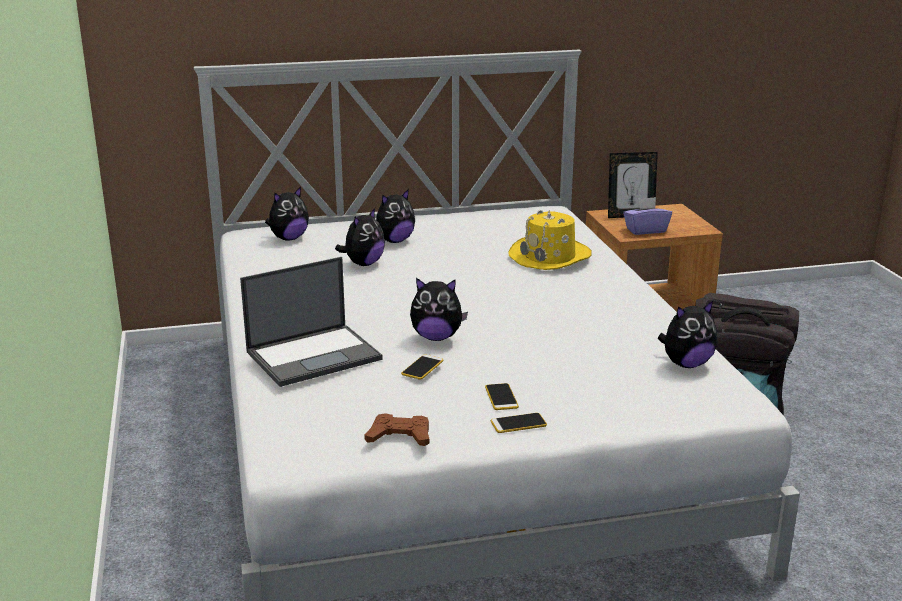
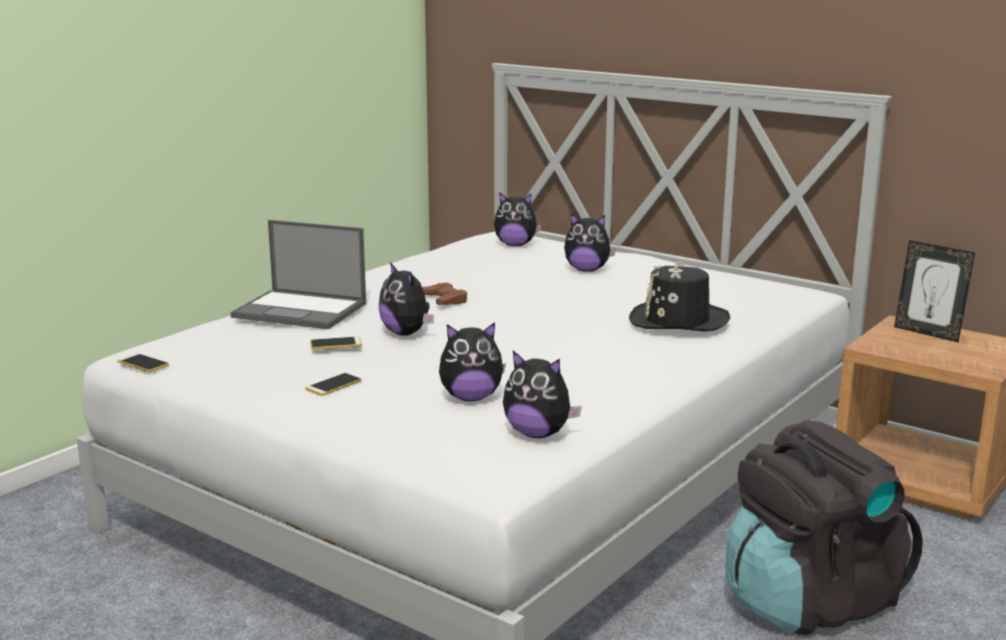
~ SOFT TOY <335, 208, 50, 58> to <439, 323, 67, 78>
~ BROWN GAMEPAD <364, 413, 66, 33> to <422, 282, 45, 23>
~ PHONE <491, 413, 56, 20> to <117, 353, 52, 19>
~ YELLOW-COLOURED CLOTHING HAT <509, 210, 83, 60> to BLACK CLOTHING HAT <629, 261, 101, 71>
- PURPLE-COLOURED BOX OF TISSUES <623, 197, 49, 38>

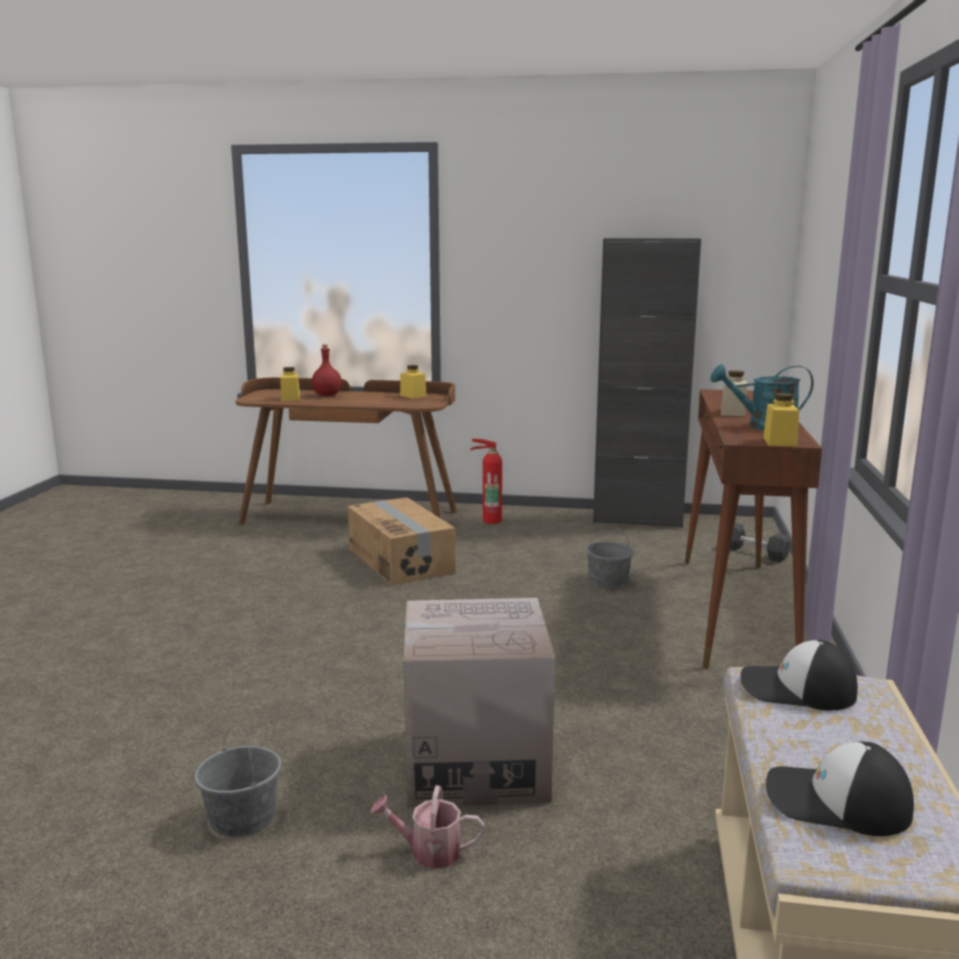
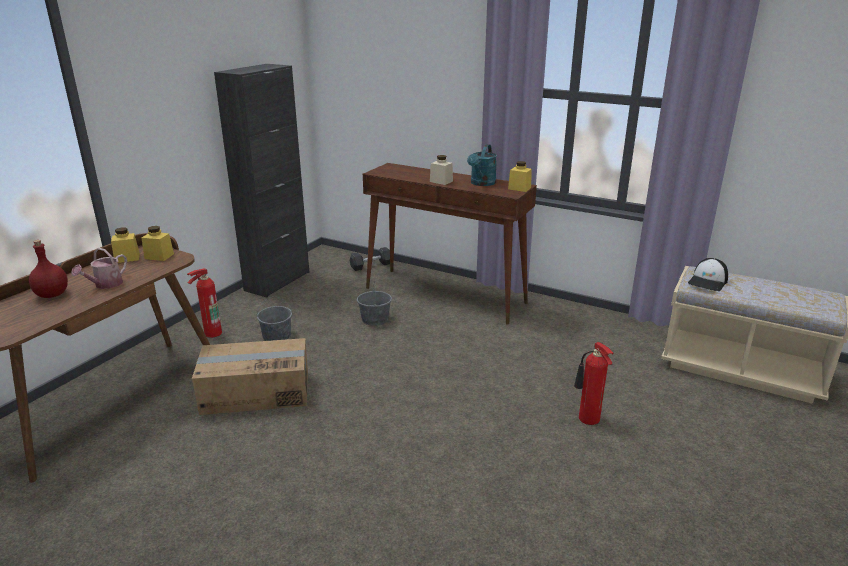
~ GRAY PAIL <194, 726, 87, 111> to <257, 296, 35, 45>
~ YELLOW-COLOURED PRESERVE JAR <280, 367, 20, 34> to <142, 226, 32, 35>
~ WATERING POT <371, 785, 113, 84> to <71, 248, 56, 41>
~ PACKING BOX <404, 598, 151, 210> to EXTINGUISHER <574, 342, 39, 83>
- PEAKED CAP <766, 742, 148, 94>

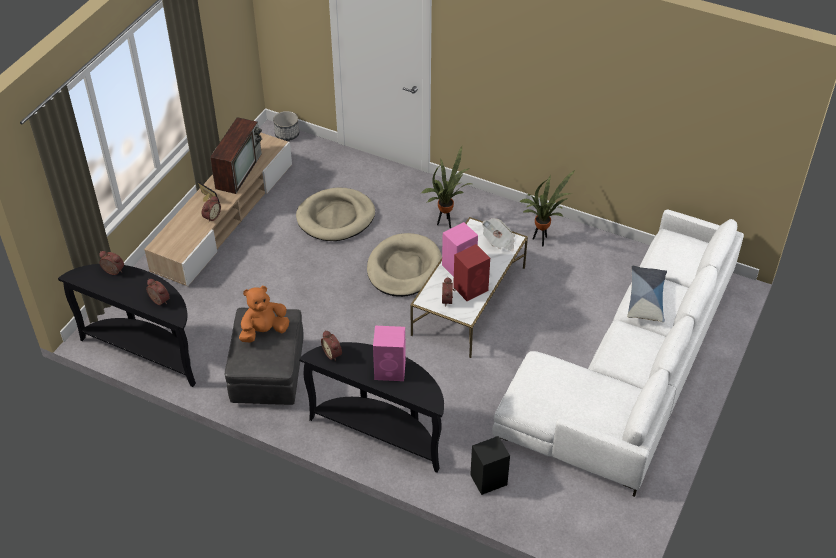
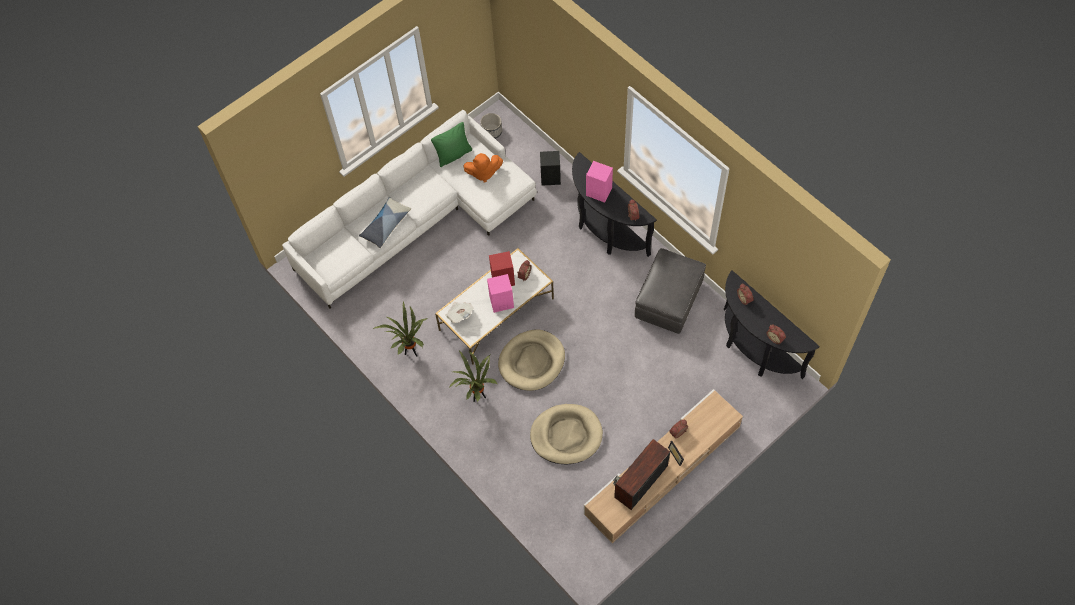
~ ORANGE-COLOURED SOFT TOY <239, 286, 50, 57> to <463, 153, 40, 30>
~ PLANTER <273, 111, 26, 30> to <480, 113, 22, 26>
+ GREENISH CUSHION <431, 122, 41, 45>

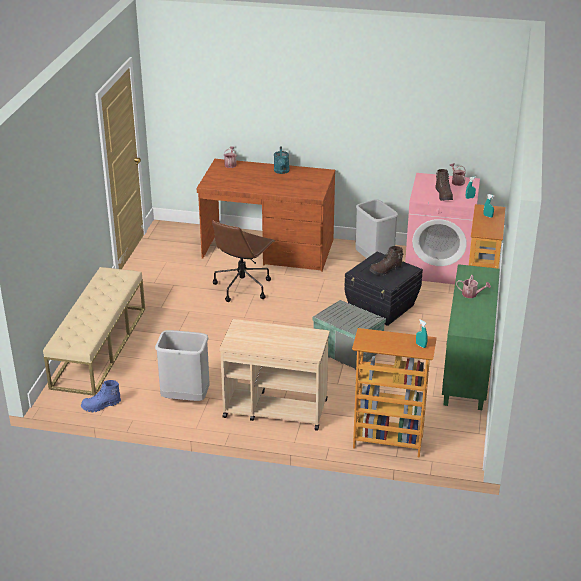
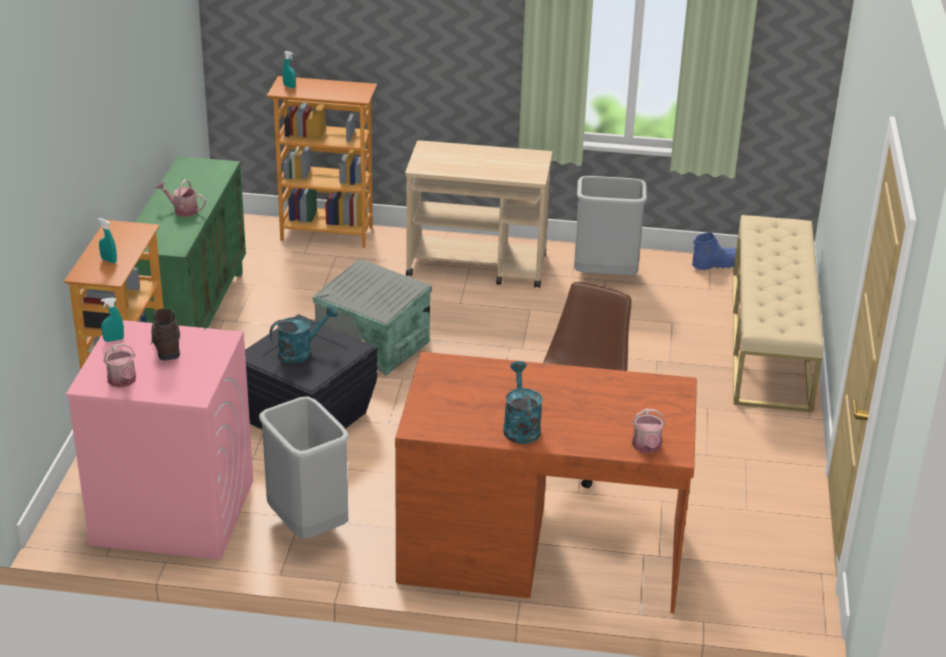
~ BROWN TALL BOOT <369, 246, 35, 30> to TURQUOISE WATERING POT <269, 305, 69, 58>

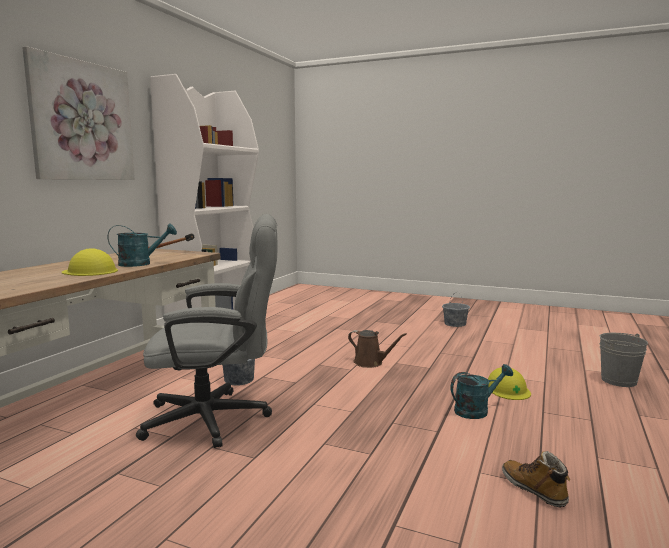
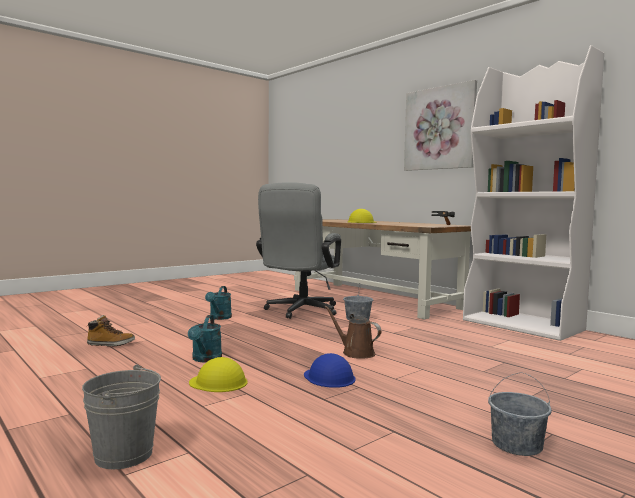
~ TURQUOISE WATERING POT <108, 224, 69, 43> to <205, 286, 27, 34>
~ BROWN WATERING POT <348, 330, 59, 38> = <325, 306, 56, 53> 75 degrees clockwise
+ BLUISH WORK HELMET <304, 353, 52, 35>

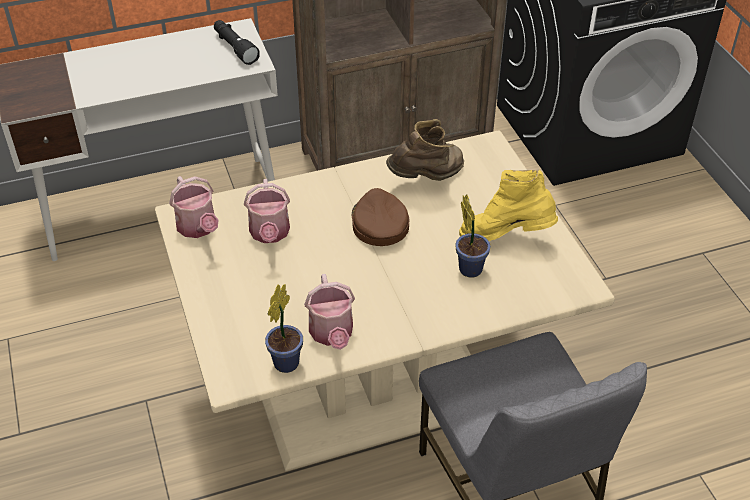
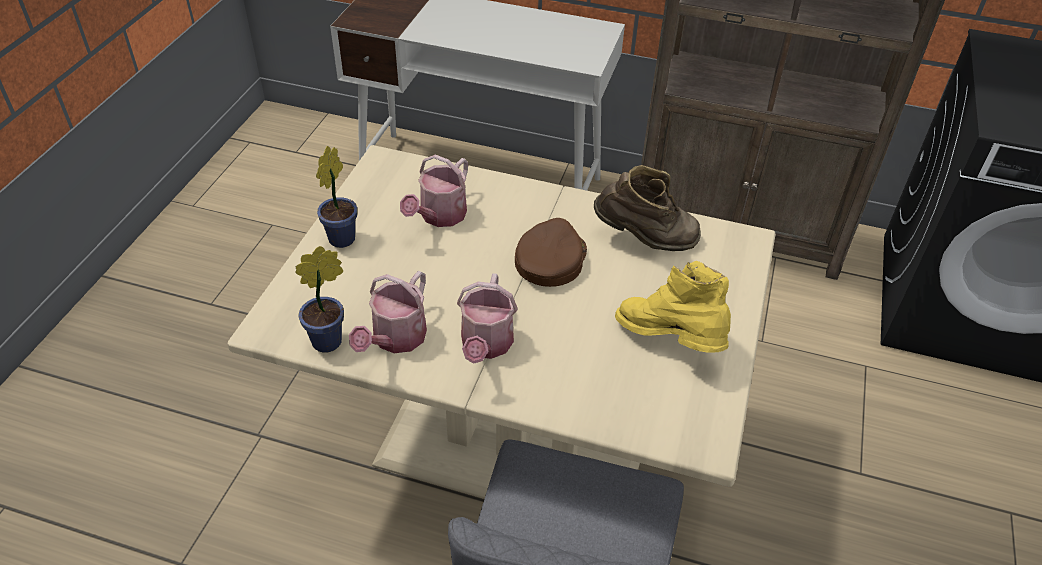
~ WATERING POT <169, 176, 50, 62> to <457, 273, 61, 91>
- BLACK FLASHLIGHT <214, 20, 46, 45>
~ HOUSEPLANT <455, 195, 36, 83> to <316, 146, 42, 102>

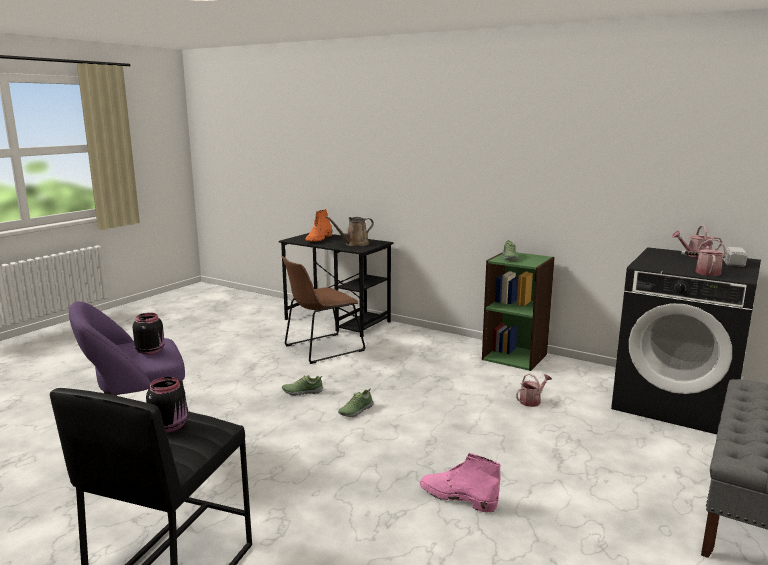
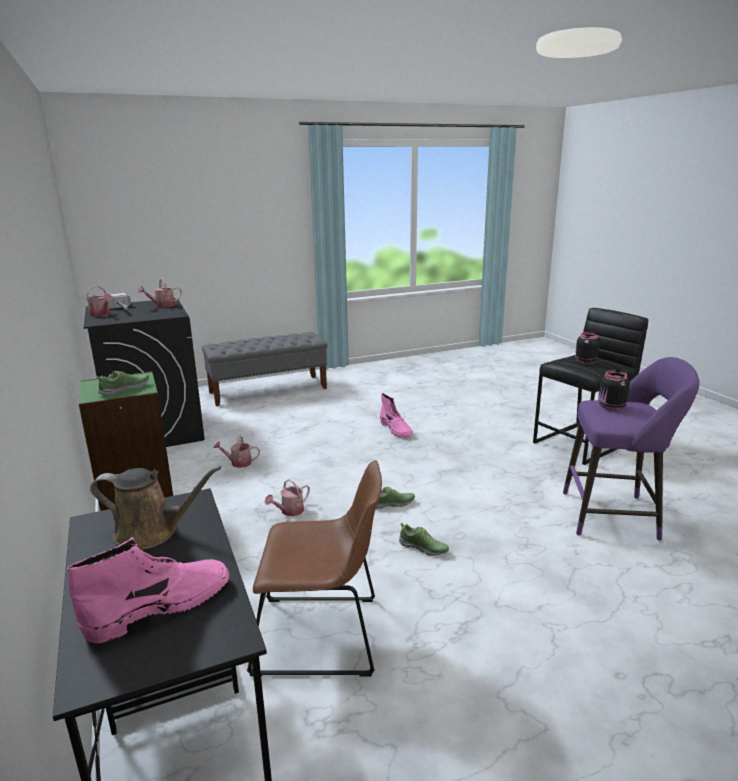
~ ORANGE-COLOURED TALL BOOT <306, 209, 26, 33> to PINK TALL BOOT <67, 537, 162, 106>
+ WATERING POT <265, 479, 45, 37>

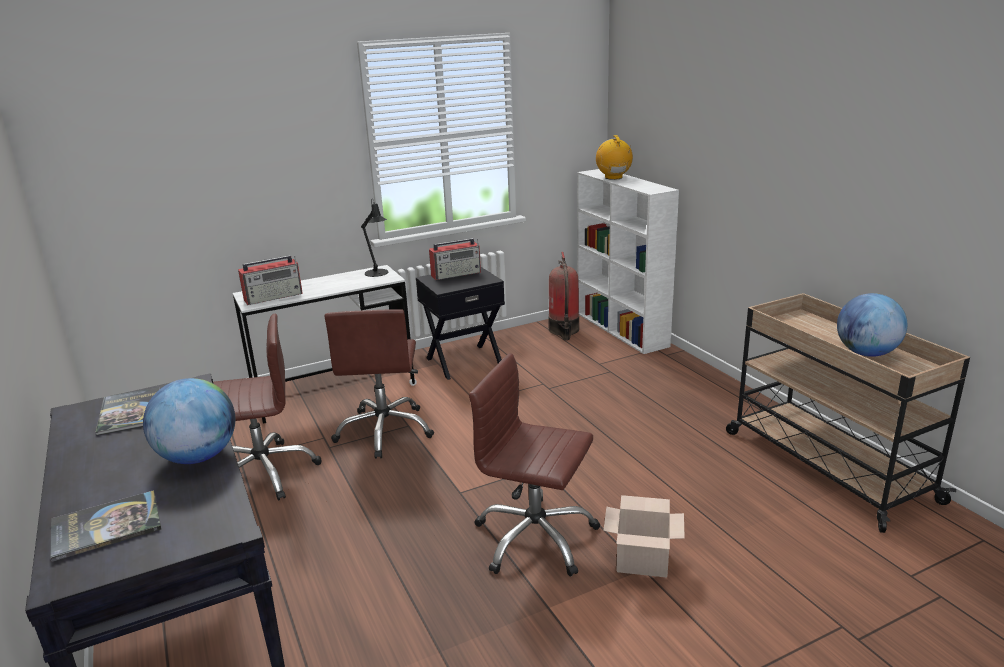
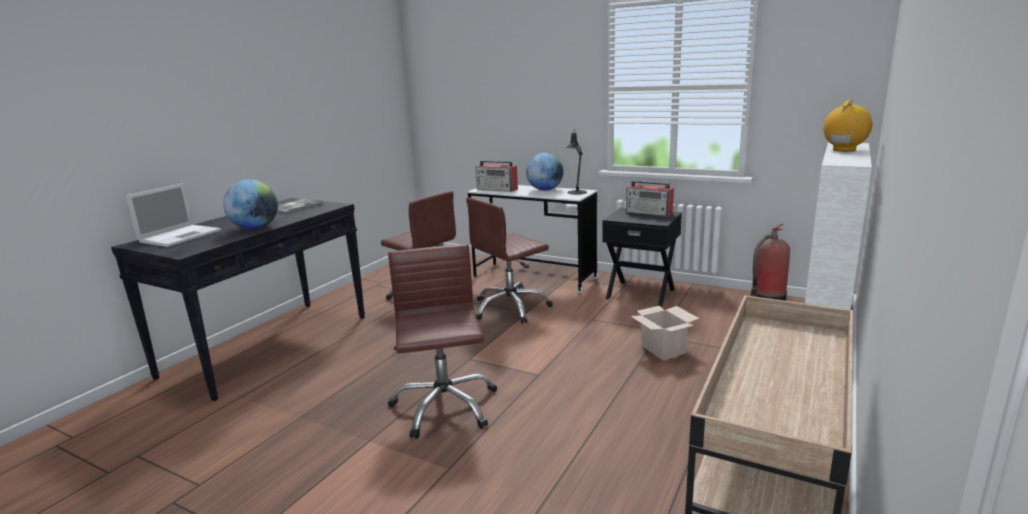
~ BOOK <51, 490, 111, 72> to LAPTOP <126, 183, 95, 64>
~ PACKING BOX <603, 495, 82, 83> to <631, 306, 68, 54>
~ GLOBE <837, 293, 70, 64> to <526, 153, 37, 38>

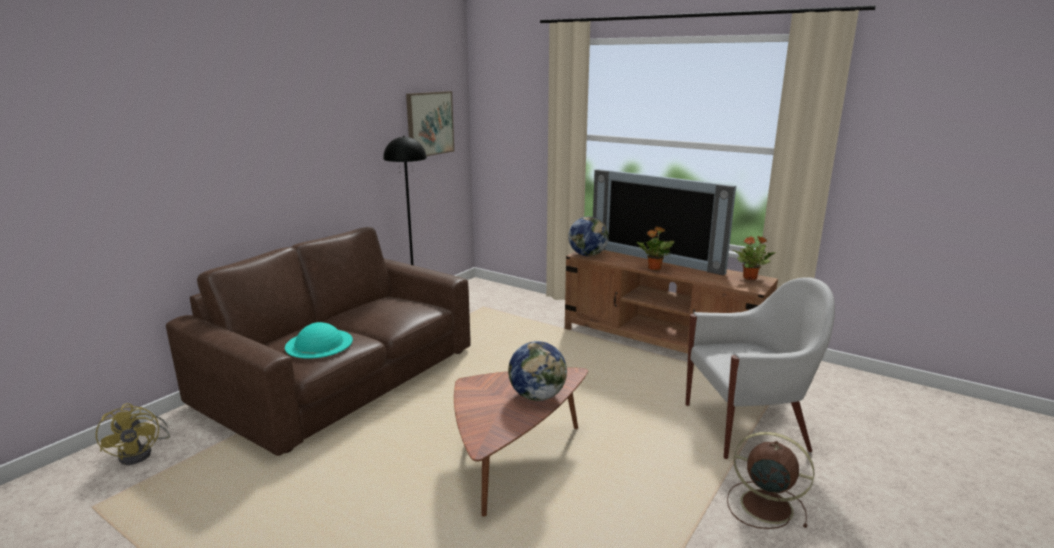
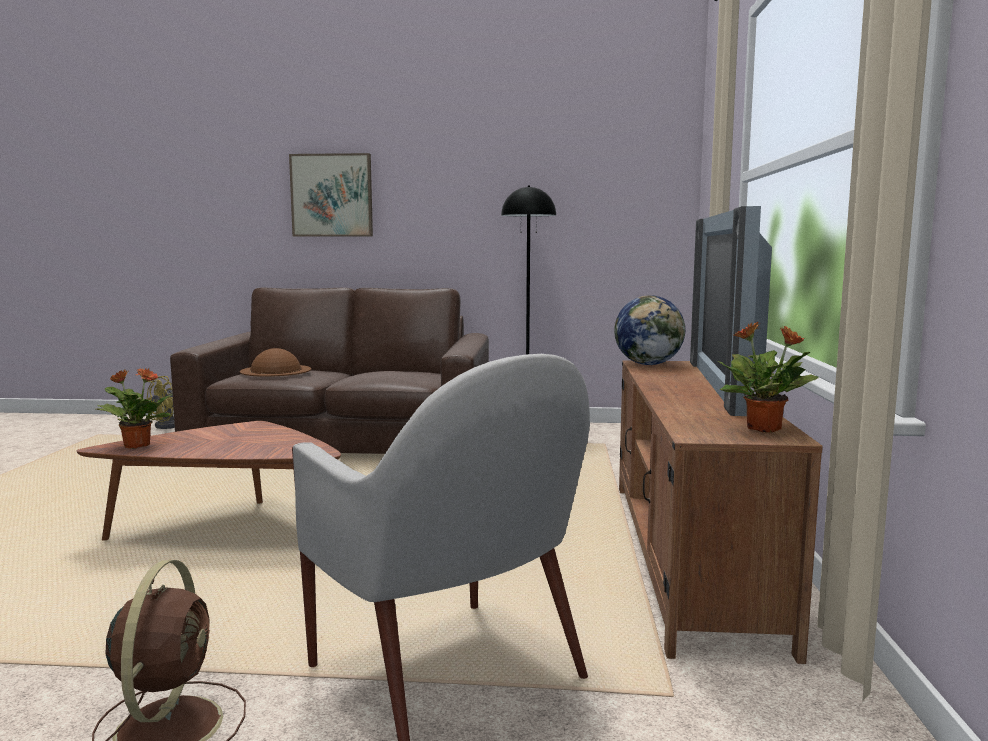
~ TURQUOISE CLOTHING HAT <285, 322, 68, 37> to BROWN CLOTHING HAT <240, 348, 71, 29>
~ PICTURE <406, 91, 48, 65> to <289, 153, 84, 83>
- GLOBE <508, 341, 59, 60>
~ HOUSEPLANT <637, 227, 37, 43> to <96, 368, 77, 81>

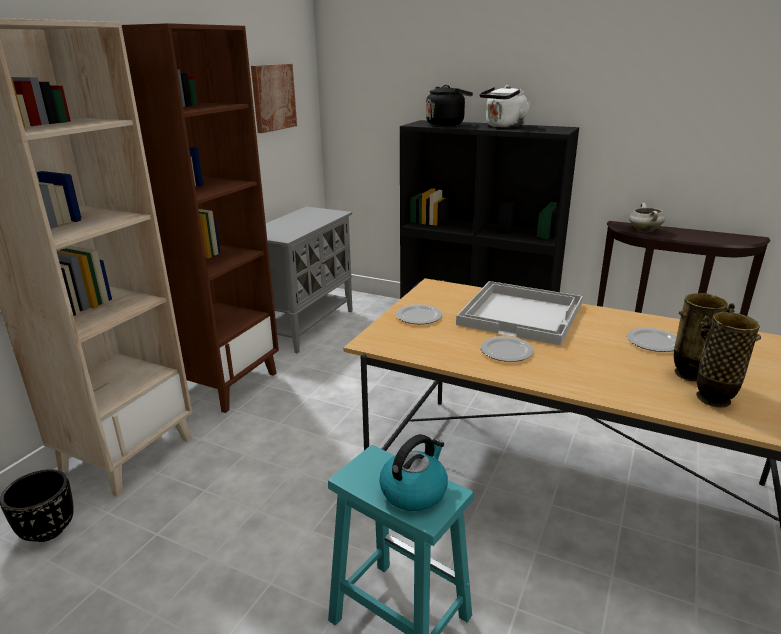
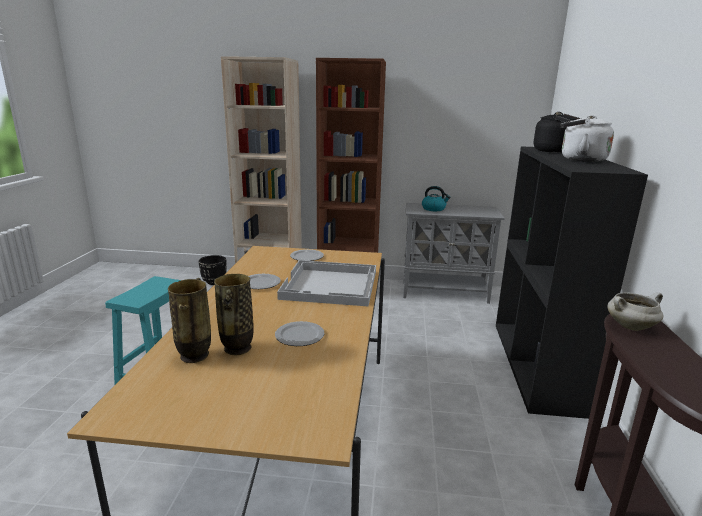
- PICTURE <251, 64, 46, 69>
~ TEA KETTLE <379, 434, 69, 77> to <422, 186, 29, 25>

